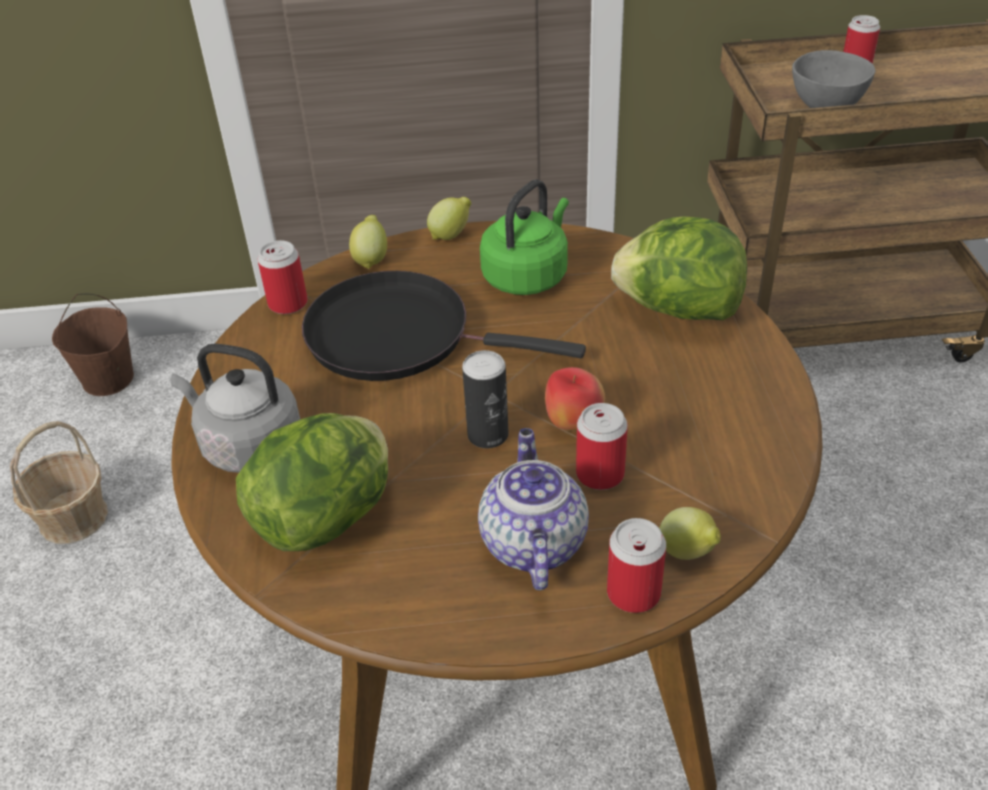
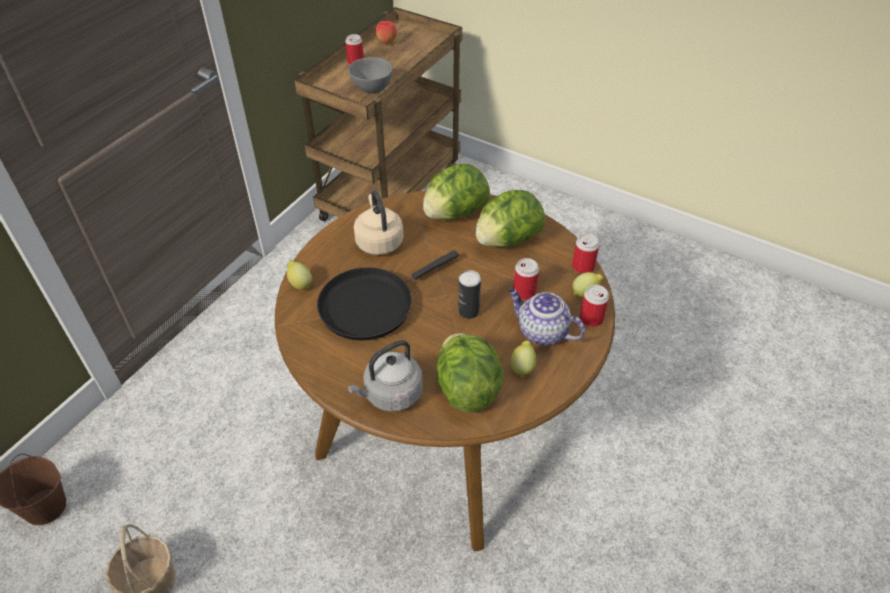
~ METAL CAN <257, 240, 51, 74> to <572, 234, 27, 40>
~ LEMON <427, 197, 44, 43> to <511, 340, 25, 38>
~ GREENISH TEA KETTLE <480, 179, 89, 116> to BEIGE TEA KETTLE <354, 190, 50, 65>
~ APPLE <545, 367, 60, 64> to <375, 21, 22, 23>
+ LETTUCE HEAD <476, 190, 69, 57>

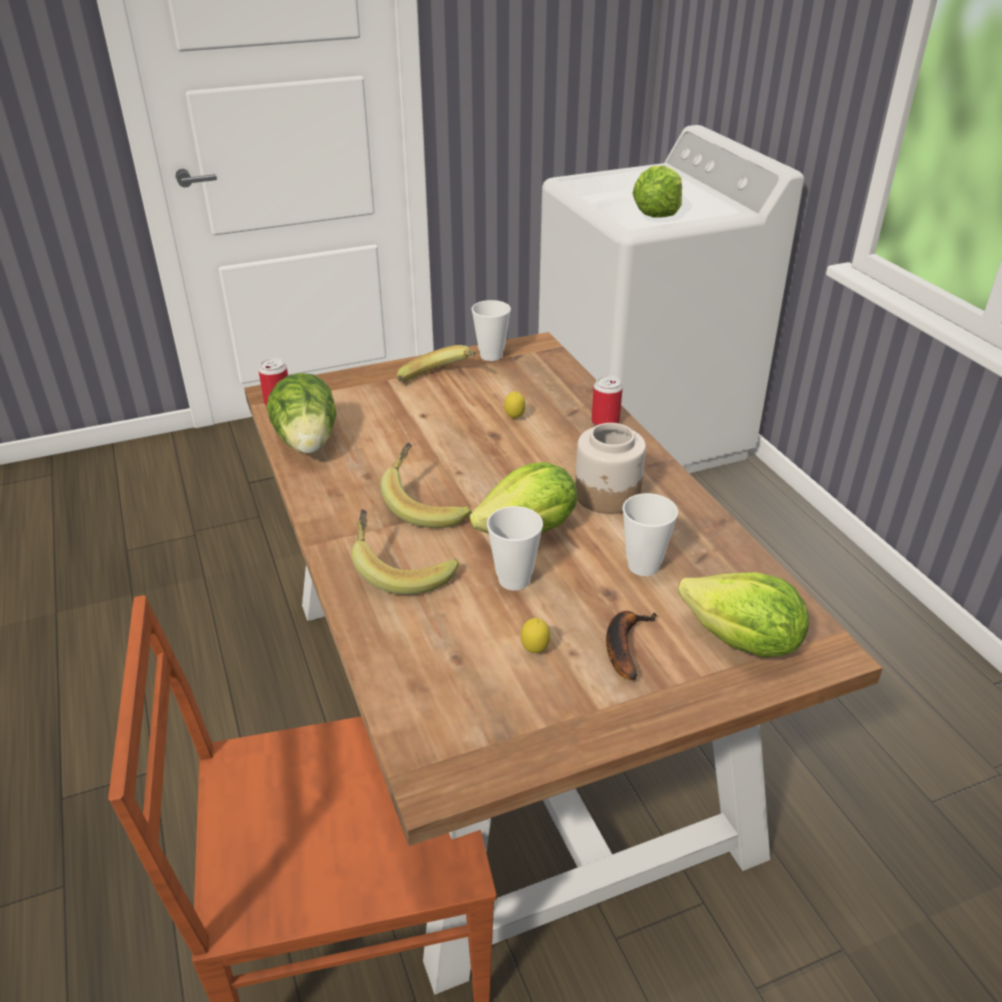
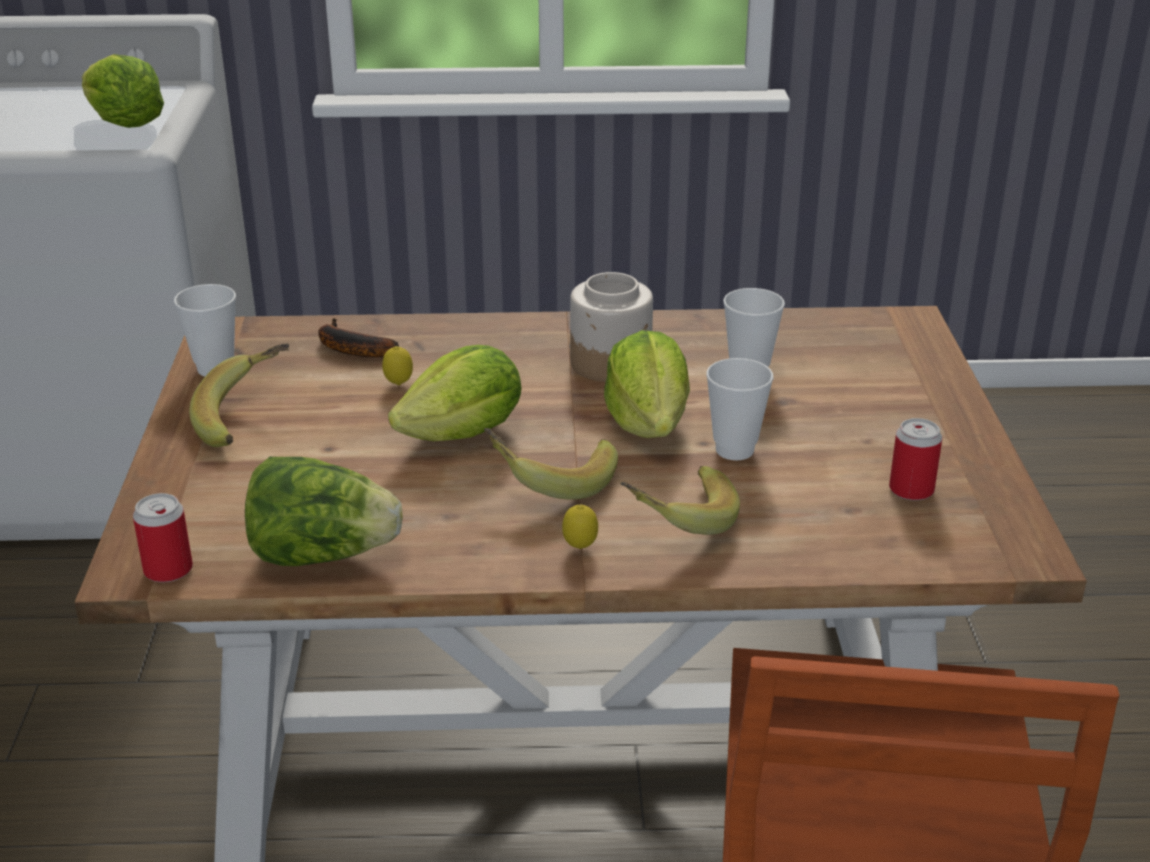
~ LEMON <521, 618, 29, 35> to <562, 505, 36, 44>
~ METAL CAN <591, 376, 32, 50> to <889, 418, 53, 83>
~ BANANA <606, 611, 52, 69> to <318, 318, 81, 39>
~ LETTUCE HEAD <678, 572, 131, 86> to <388, 345, 134, 96>

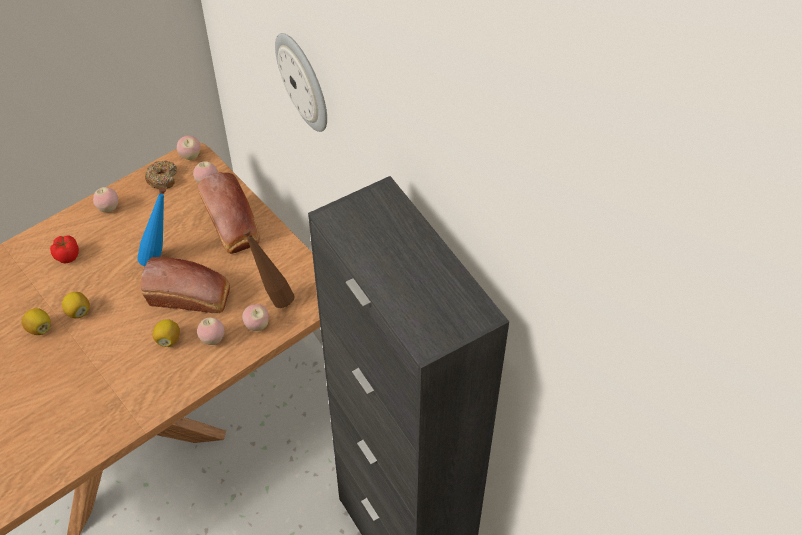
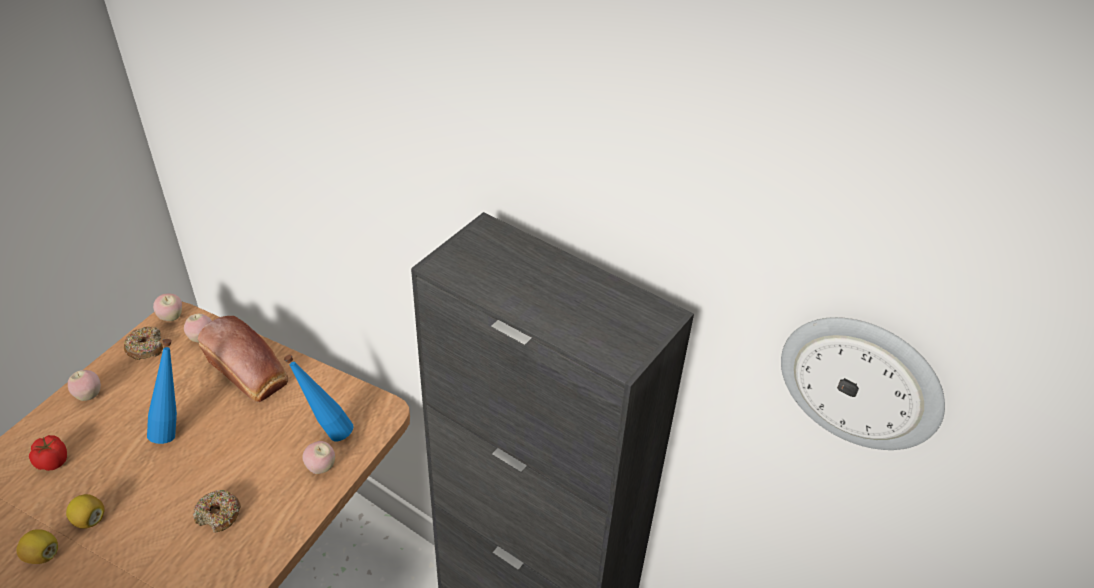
- BAKED BREAD <141, 257, 89, 56>
~ LEMON <153, 319, 27, 28> to DOUGHNUT <193, 490, 48, 43>
- APPLE <197, 318, 27, 27>
~ BROWN BEVERAGE BOTTLE <243, 229, 52, 79> to BLUISH BEVERAGE BOTTLE <284, 355, 70, 86>
~ CLOCK ON THE WALL <275, 33, 52, 99> to <781, 317, 164, 133>

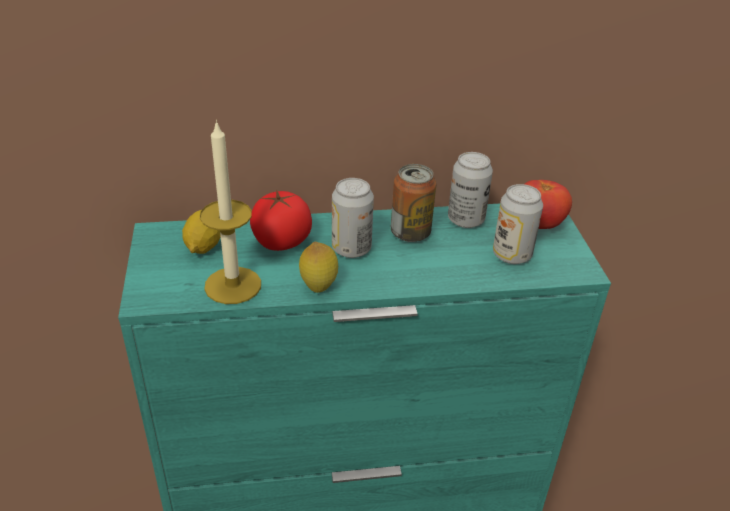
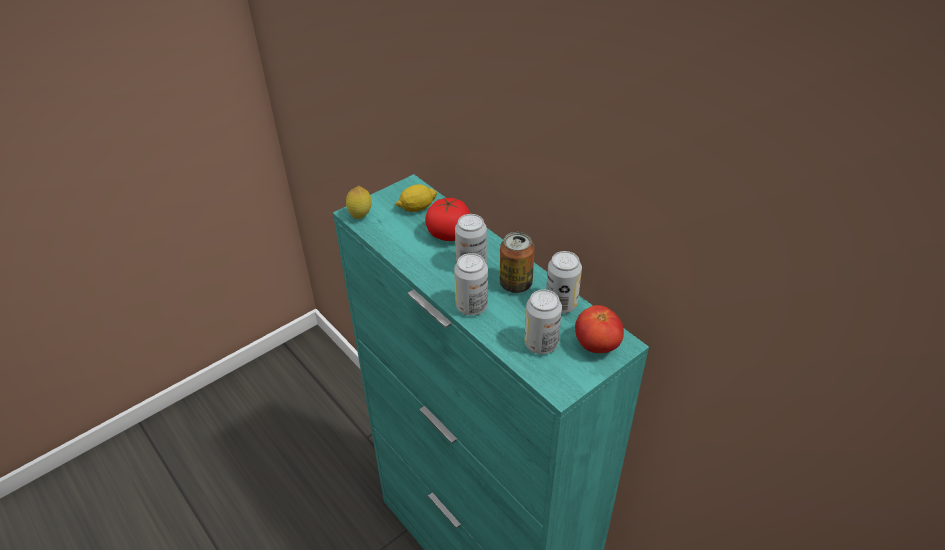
- WAX LIGHT <200, 120, 61, 184>
~ LEMON <299, 242, 39, 51> to <346, 186, 26, 33>
+ METAL CAN <454, 253, 34, 62>

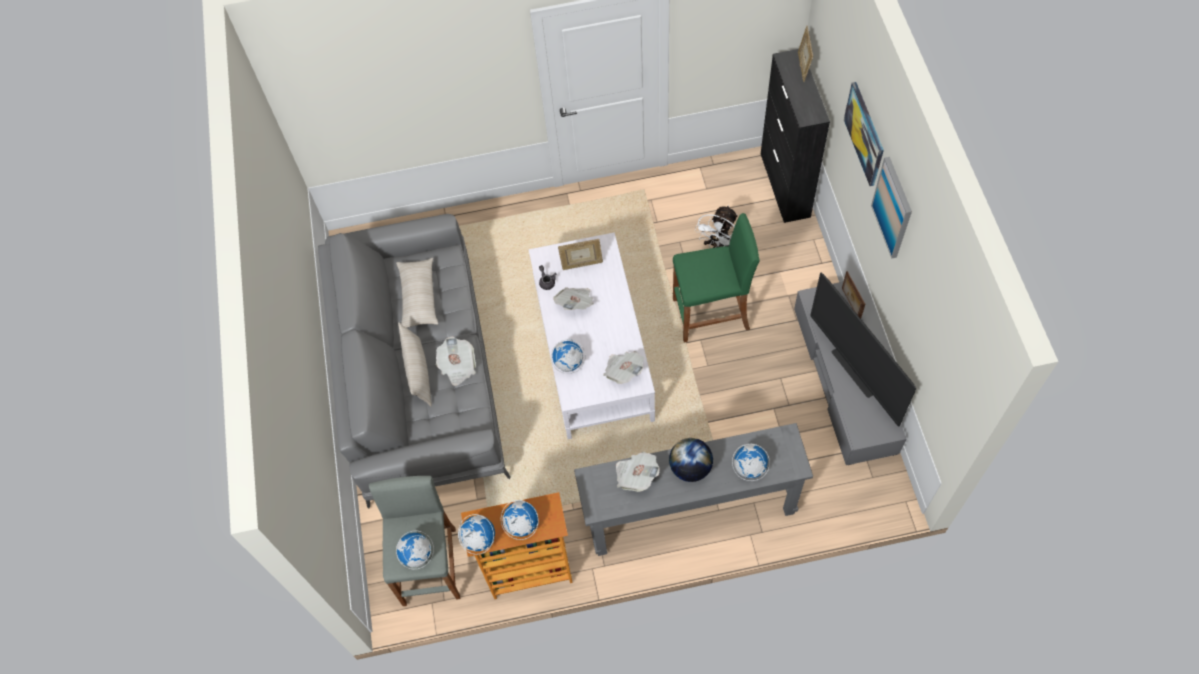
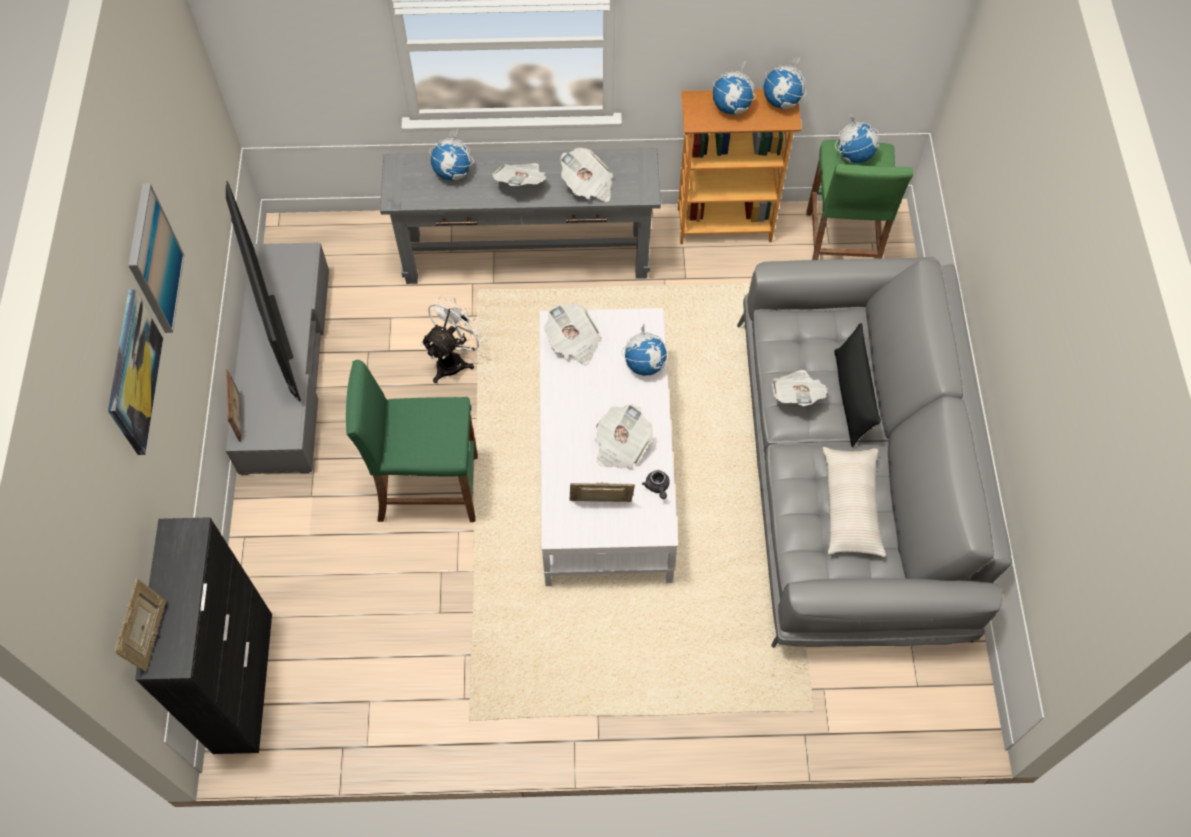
~ GRAY STOOL <369, 476, 91, 130> to GREENISH STOOL <806, 140, 107, 120>
~ BEIGE CUSHION <398, 322, 34, 84> to BLACK CUSHION <834, 323, 47, 124>
~ GLOBE <669, 438, 44, 44> to DAILY PAPER <492, 163, 55, 23>
~ WHITISH FAN <695, 205, 43, 43> to <421, 295, 66, 88>

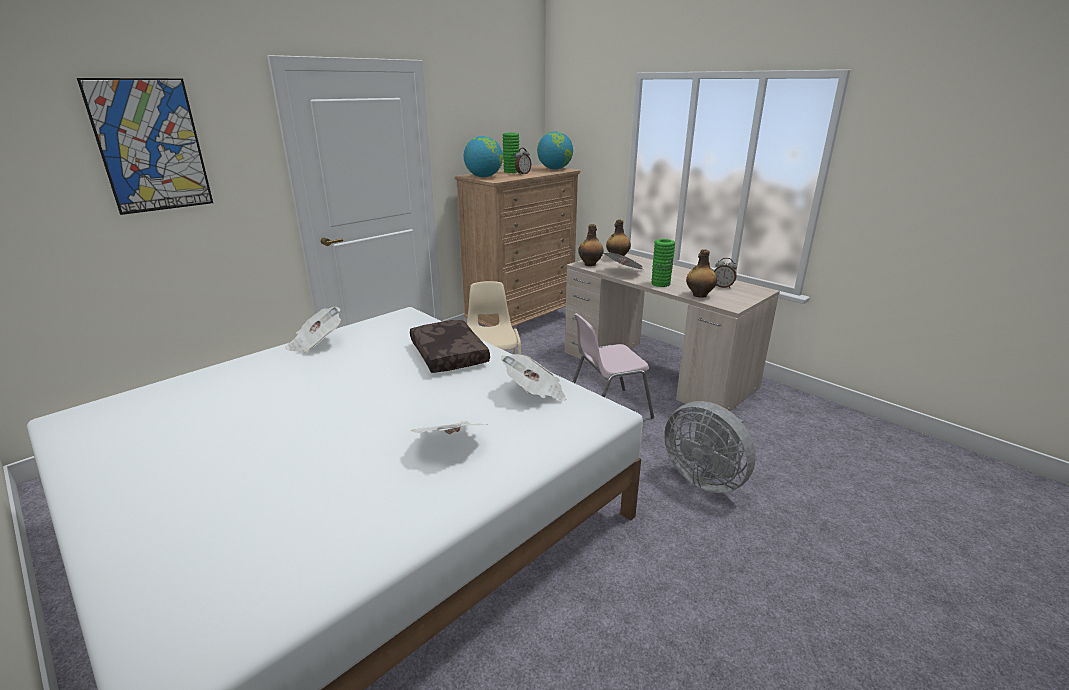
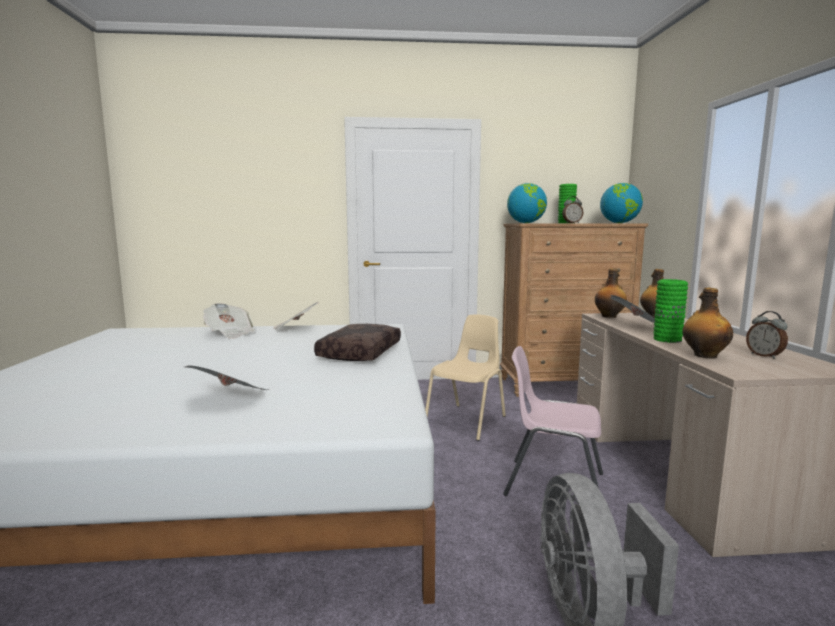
- PICTURE <77, 78, 136, 137>
~ DAILY PAPER <501, 354, 66, 47> to <203, 303, 51, 36>

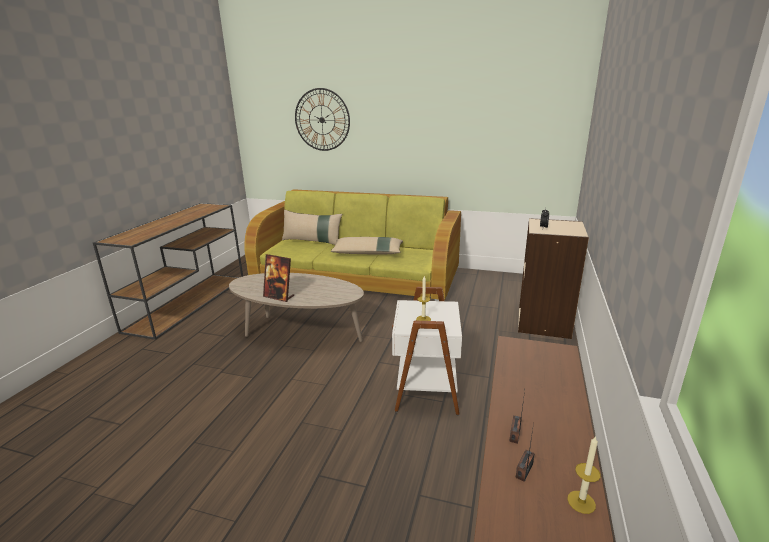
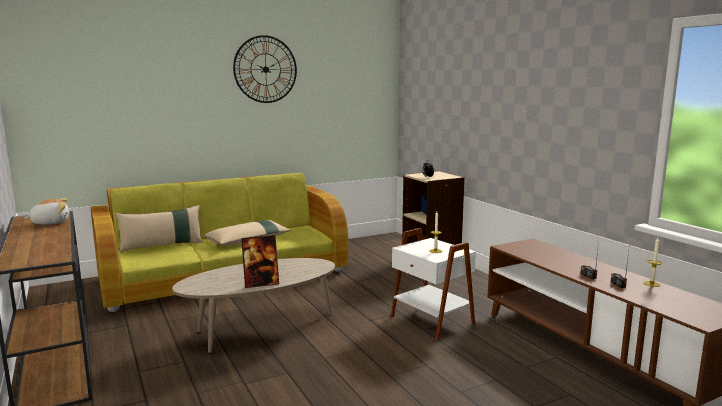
~ CLOCK ON THE WALL <295, 88, 55, 63> to <233, 35, 64, 68>
+ SOFT TOY <24, 198, 45, 27>

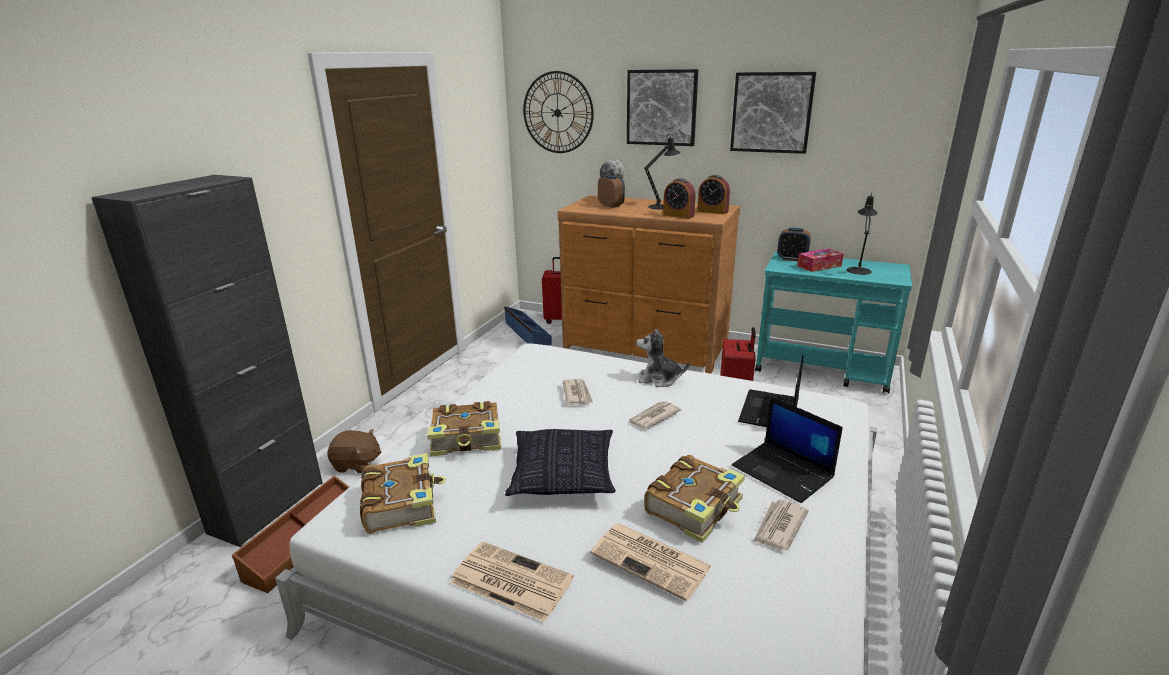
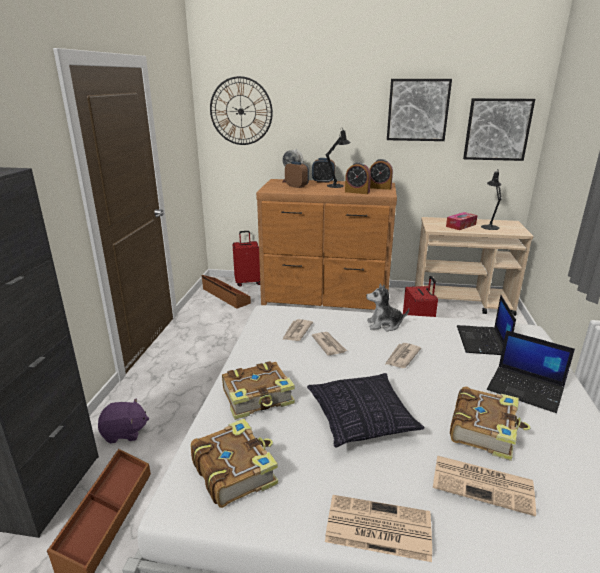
~ BROWN SOFT TOY <327, 429, 54, 44> to PURPLE-COLOURED SOFT TOY <98, 398, 51, 45>
~ BLUISH STORAGE CONTAINER <504, 306, 48, 39> to BROWN STORAGE CONTAINER <202, 275, 49, 34>
~ PICTURE <627, 69, 71, 77> to <463, 98, 72, 63>
~ DAILY PAPER <753, 500, 56, 50> to <282, 319, 31, 22>
~ TURQUOISE TROLLEY <755, 252, 157, 142> to BEIGE TROLLEY <415, 217, 119, 99>
~ ALARM CLOCK <777, 228, 34, 33> to <312, 158, 23, 25>

